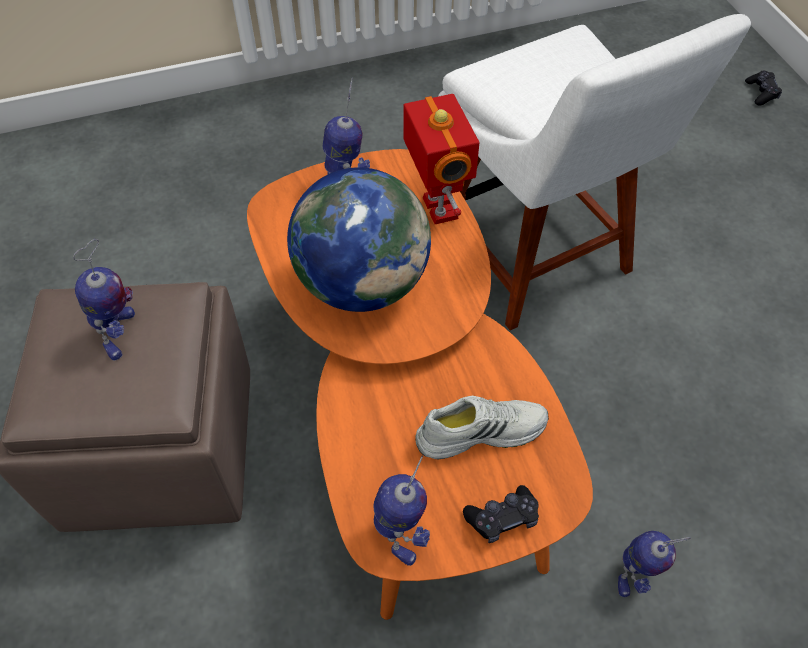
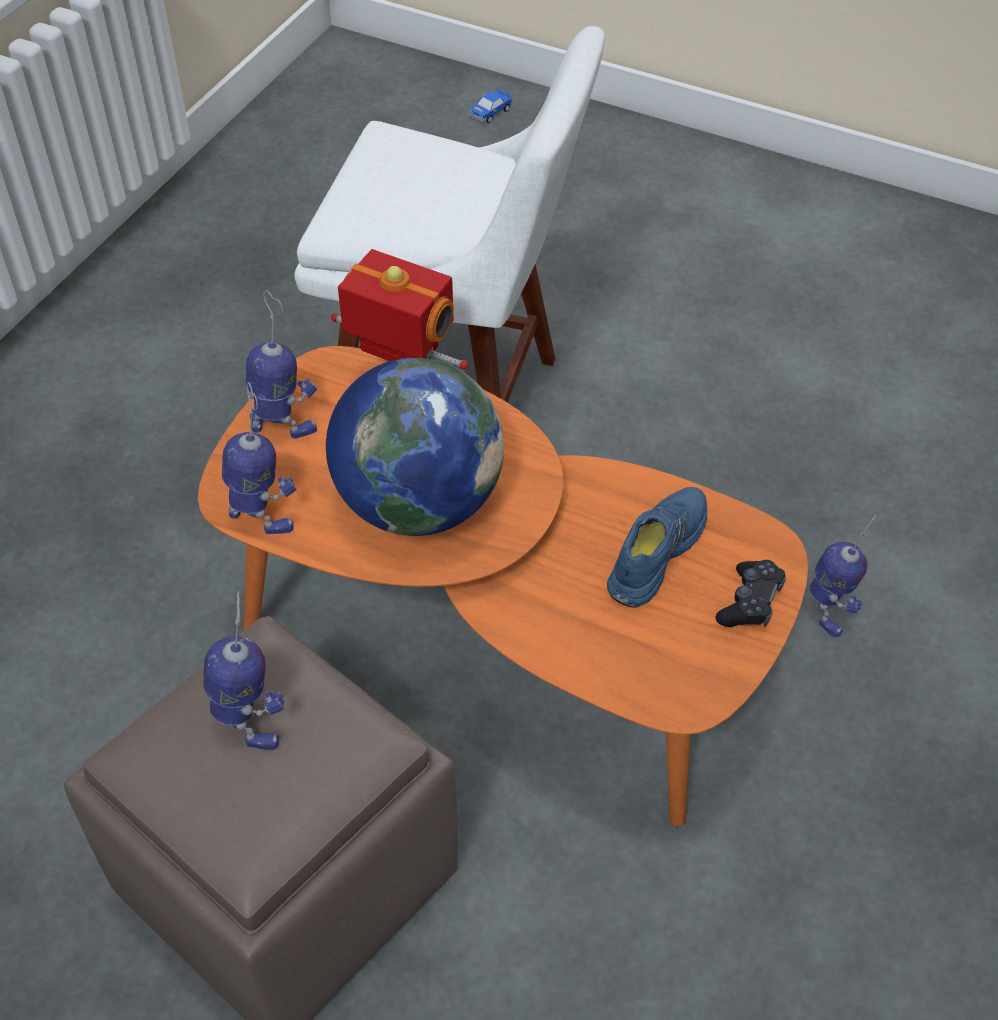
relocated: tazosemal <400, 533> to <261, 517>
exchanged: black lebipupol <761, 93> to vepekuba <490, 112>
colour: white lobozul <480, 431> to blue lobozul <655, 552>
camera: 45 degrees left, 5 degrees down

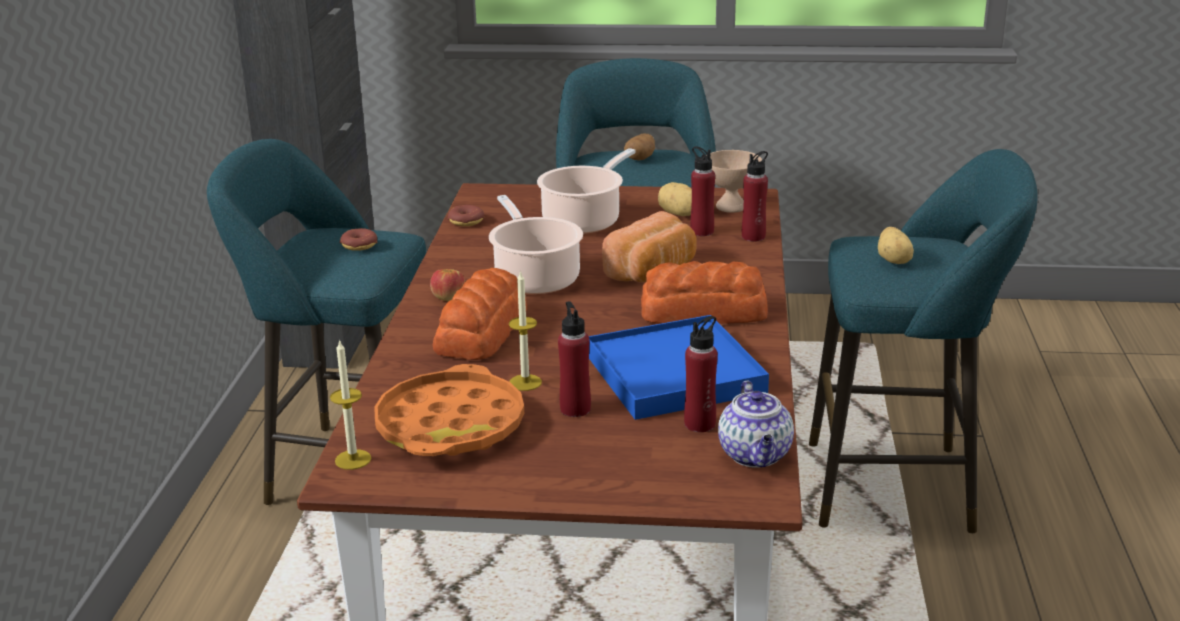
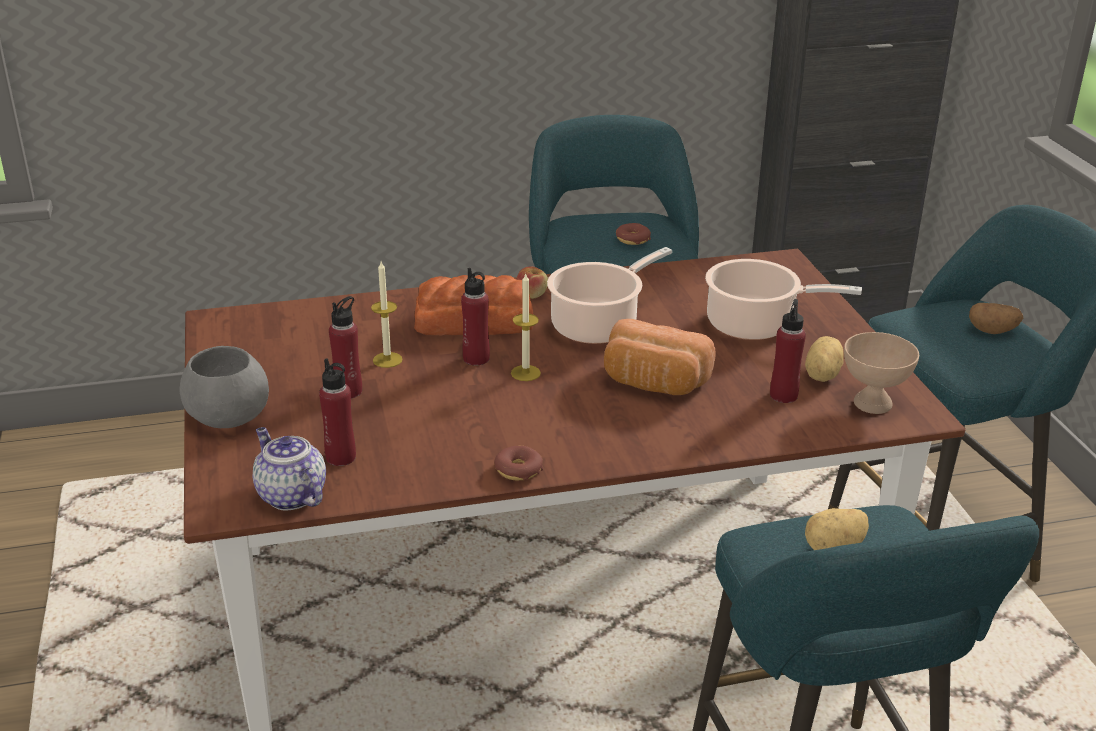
missing: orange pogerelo <451, 425>; blue pogerelo <675, 374>; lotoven <705, 312>
appeared: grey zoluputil <229, 416>
relocated: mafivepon <353, 459> to <525, 373>; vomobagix <466, 221> to <518, 470>; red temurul <753, 236> to <476, 358>
spun: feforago <756, 456> = <290, 495> 75 degrees clockwise
camera: 70 degrees right, 5 degrees up

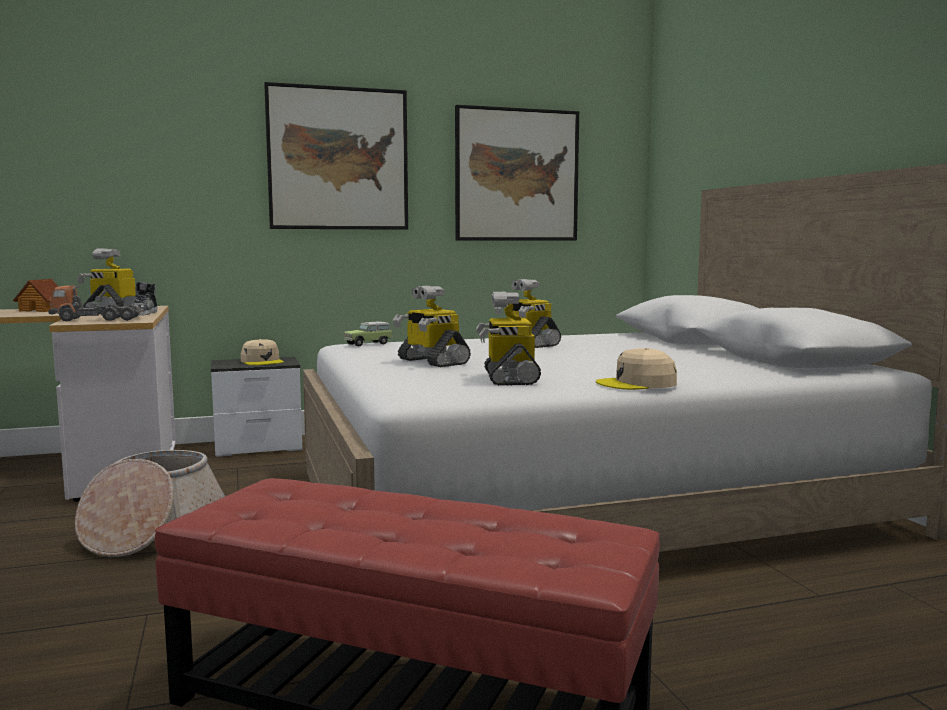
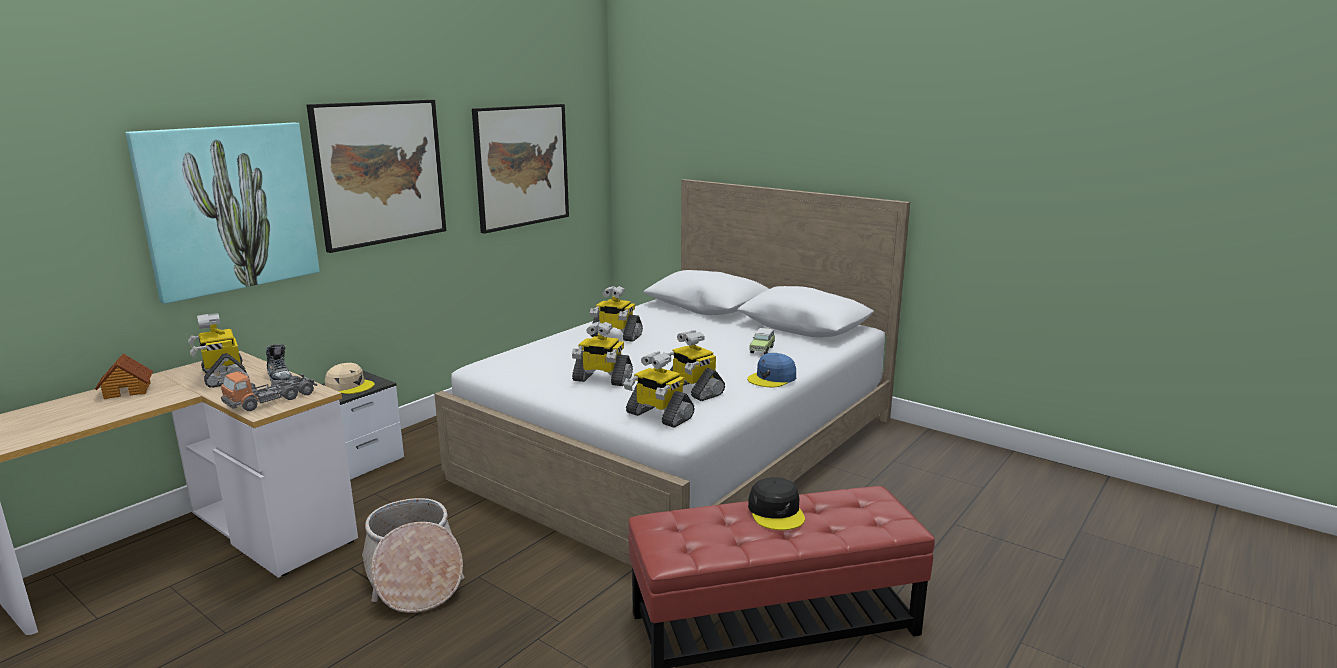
appeared: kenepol <229, 208>; tazosemal <658, 416>; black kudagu <776, 512>
relocated: vepekuba <369, 344> to <762, 349>
colour: beige kudagu <637, 383> to blue kudagu <772, 378>
camera: 35 degrees left, 10 degrees up

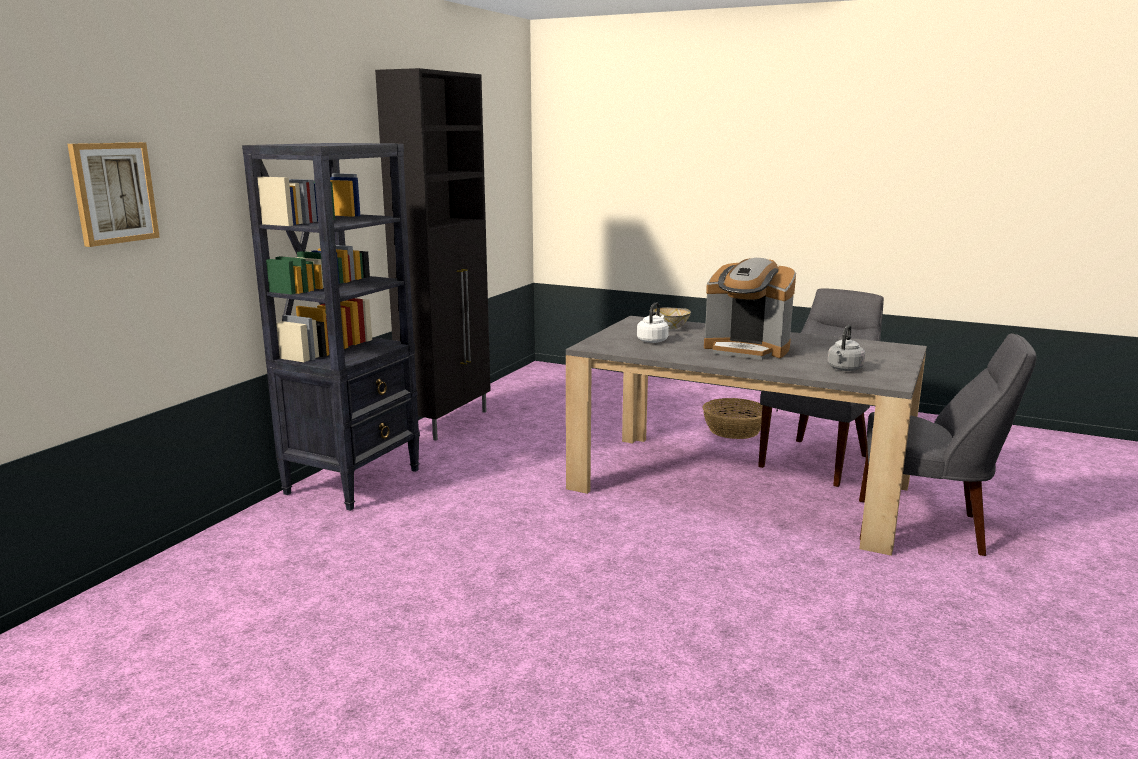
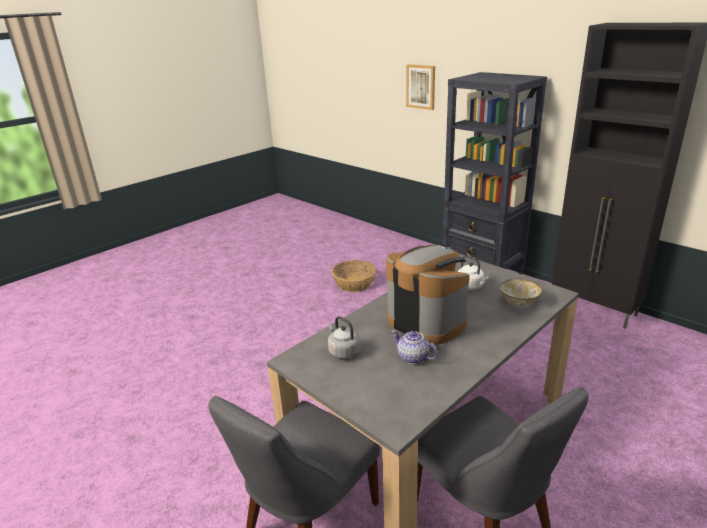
appeared: feforago <413, 358>
relocated: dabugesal <733, 430> to <354, 284>
spun: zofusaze <747, 349> = <426, 322> 90 degrees clockwise
camera: 110 degrees right, 10 degrees up

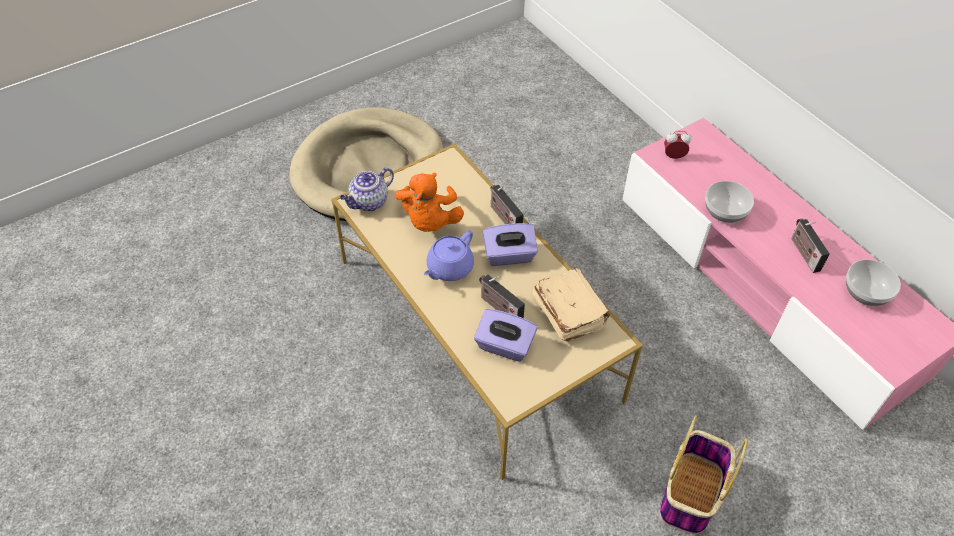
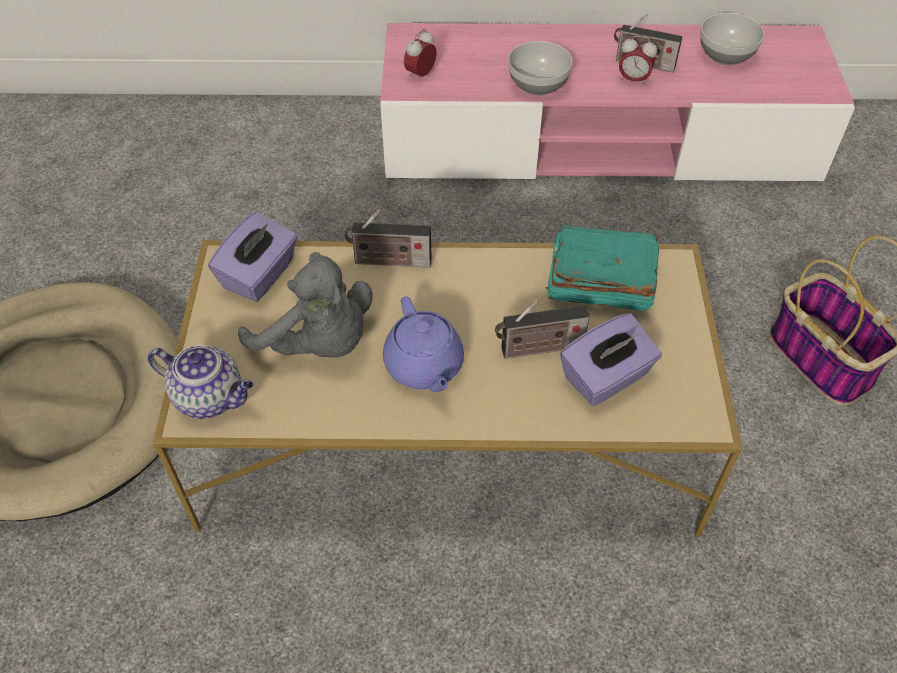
appeared: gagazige <633, 80>
relocated: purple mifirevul <509, 255> to <260, 275>
colour: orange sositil <429, 221> to grey sositil <318, 344>; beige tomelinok <569, 312> to turquoise tomelinok <598, 282>
spun: feforago <369, 202> = <211, 397> 60 degrees counterclockwise
camera: 55 degrees left, 0 degrees up

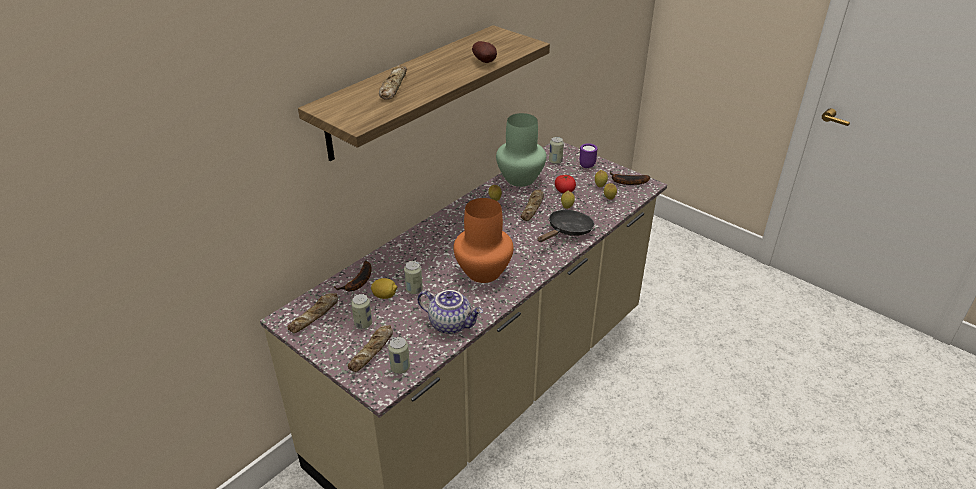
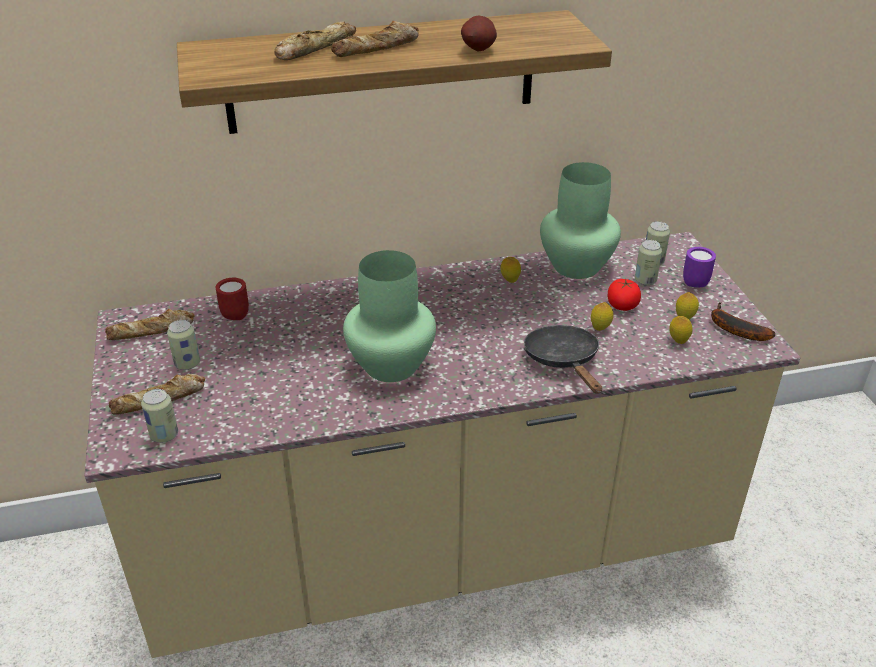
missing: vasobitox <385, 296>; feforago <451, 324>
relocated: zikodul <414, 290> to <645, 280>; lotoven <533, 208> to <377, 48>
exchanged: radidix <358, 282> to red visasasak <237, 313>
colour: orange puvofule <483, 271> to green puvofule <391, 364>
spun: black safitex <567, 231> = <564, 361> 90 degrees counterclockwise
camera: 35 degrees right, 0 degrees up

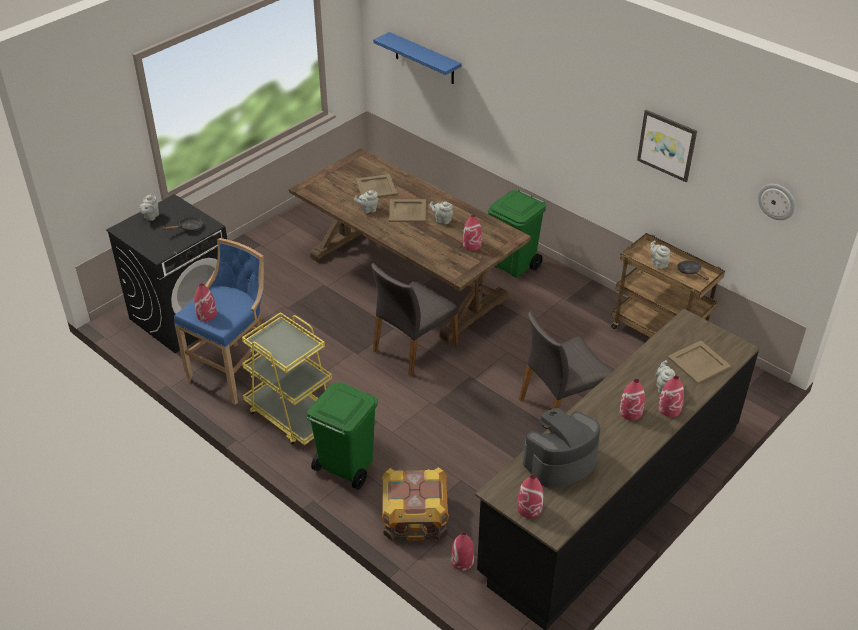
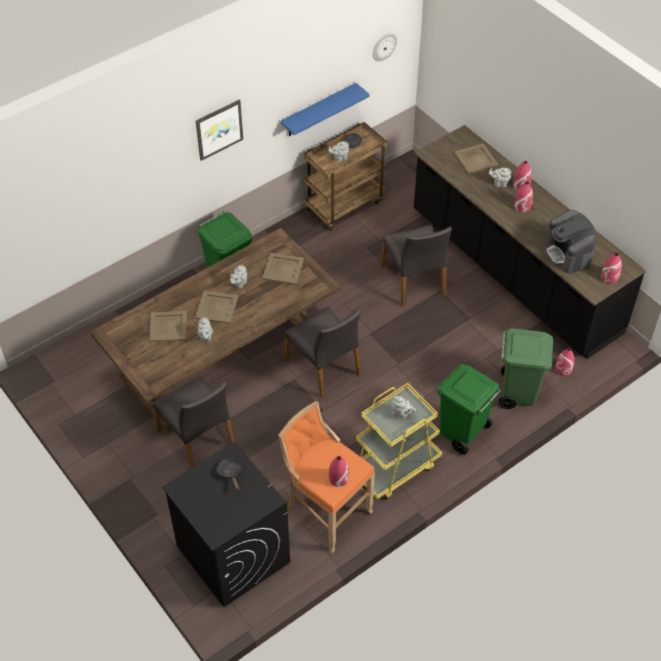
appeared: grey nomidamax <198, 438>
relocated: grey feforago <150, 217> to <401, 414>; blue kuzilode <424, 59> to <318, 111>; kenepol <667, 145> to <219, 129>
exchanged: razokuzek <415, 515> to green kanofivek <517, 392>; red puvofule <472, 245> to beige pogerelo <283, 268>
colour: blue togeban <234, 370> to orange togeban <325, 510>
camera: 80 degrees left, 10 degrees up

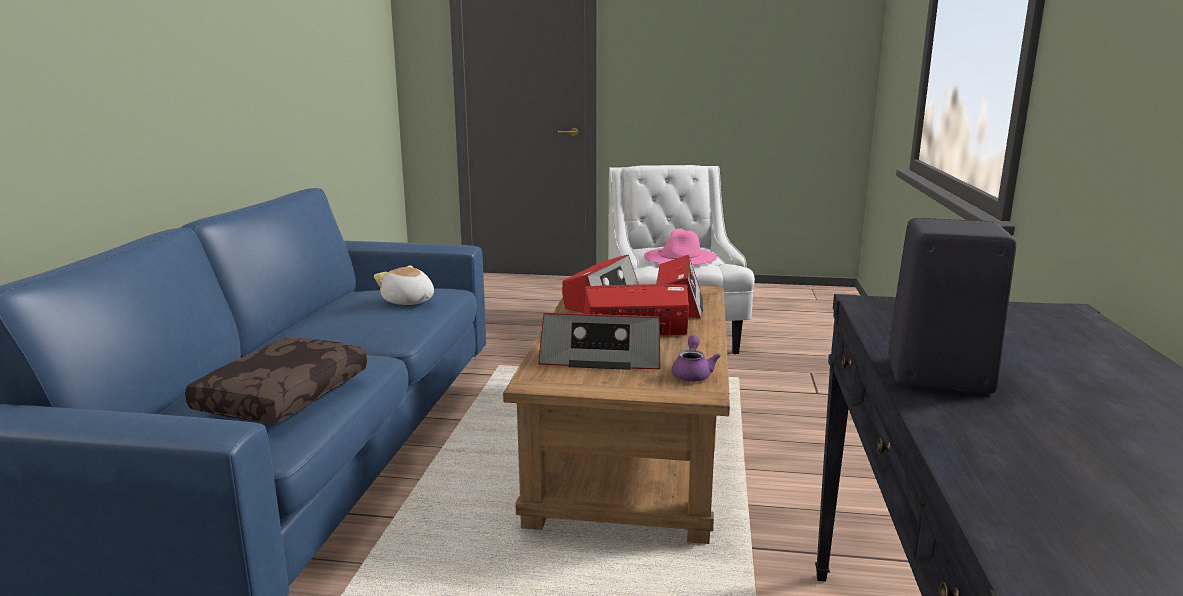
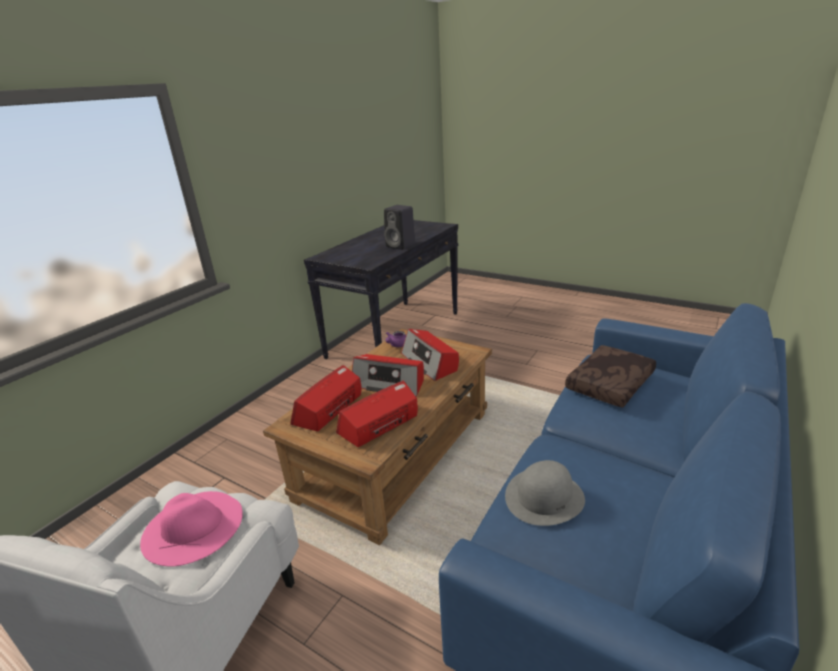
exchanged: sositil <408, 302> to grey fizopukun <544, 497>
spun: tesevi <601, 357> = <430, 362> 150 degrees counterclockwise
camera: 155 degrees left, 10 degrees up

